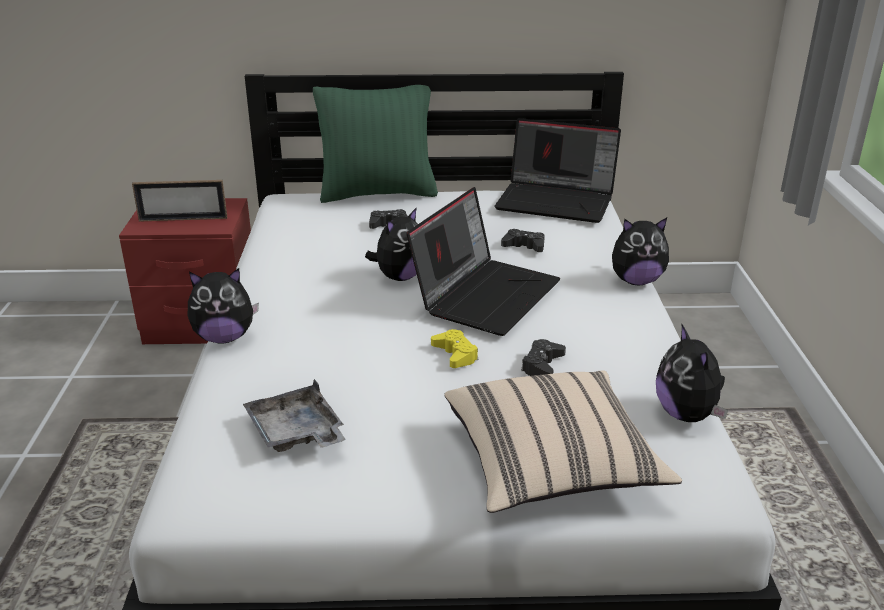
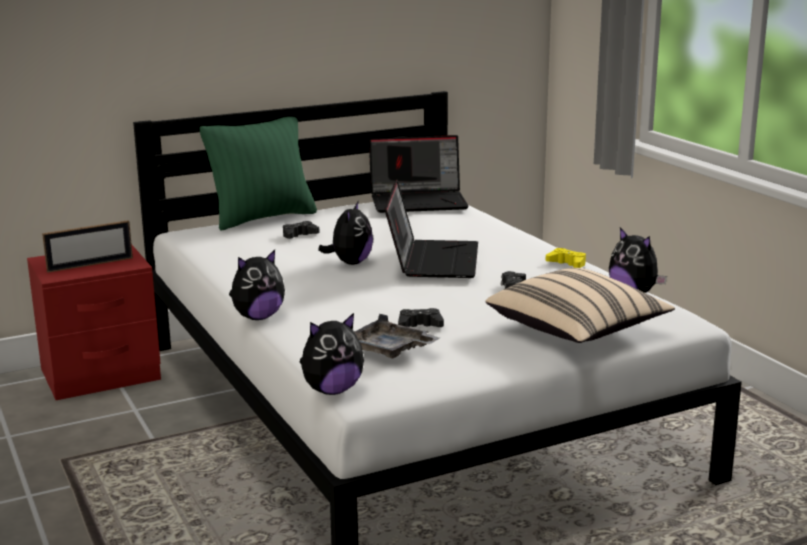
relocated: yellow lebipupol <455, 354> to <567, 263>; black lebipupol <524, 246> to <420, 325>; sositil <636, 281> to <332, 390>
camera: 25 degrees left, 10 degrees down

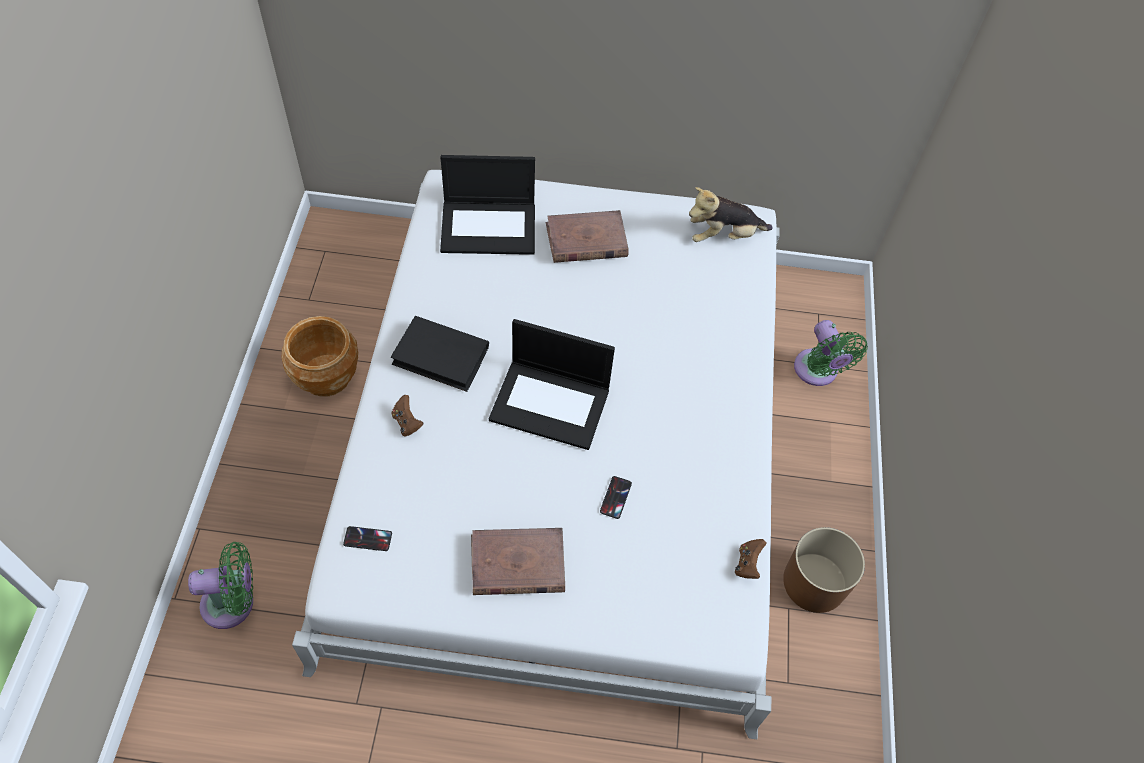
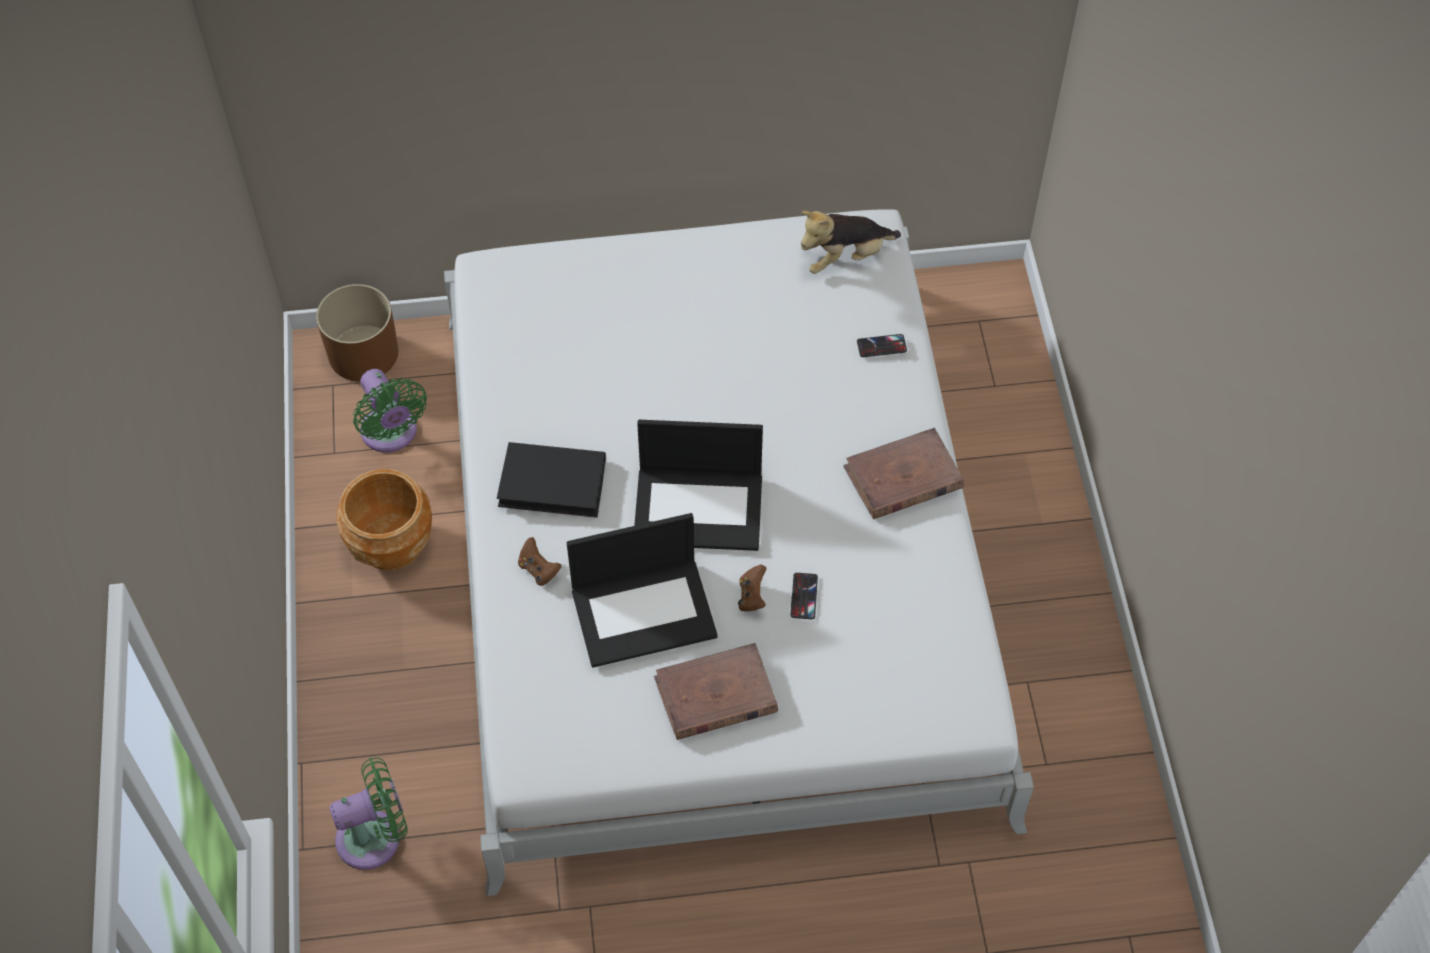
relocated: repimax <367, 539> to <881, 346>; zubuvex <489, 227> to <645, 611>; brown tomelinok <586, 240> to <902, 478>; brown lebipupol <747, 564> to <752, 596>; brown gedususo <815, 582> to <364, 353>; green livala <817, 372> to <391, 434>
camera: 10 degrees left, 0 degrees up

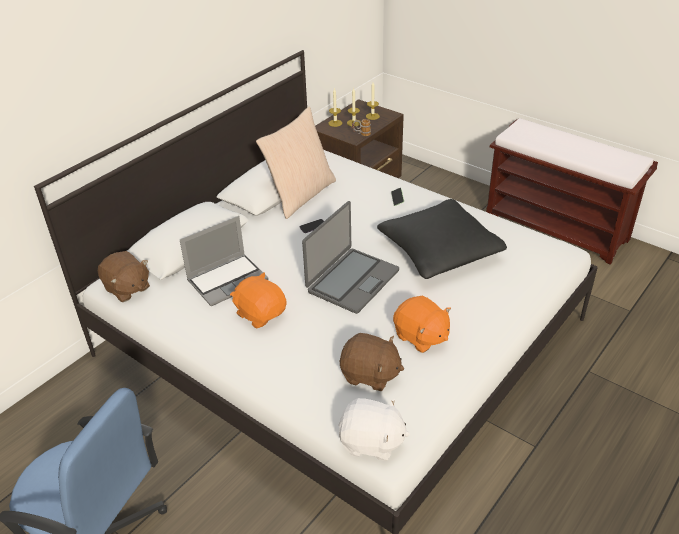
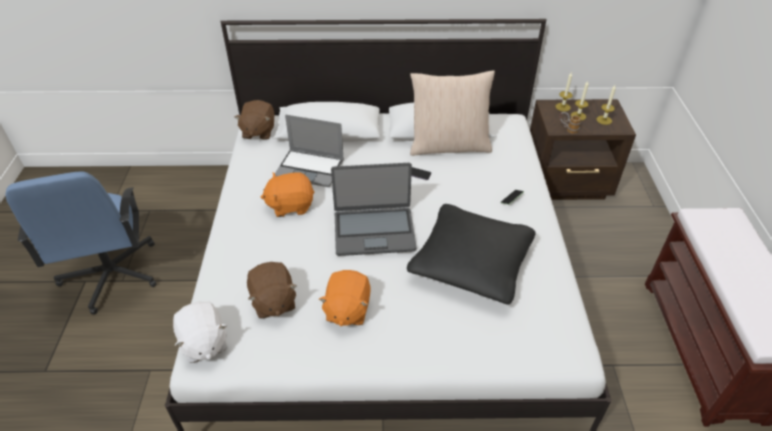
spun: orange sositil <261, 314> = <290, 205> 105 degrees counterclockwise
camera: 50 degrees right, 5 degrees up

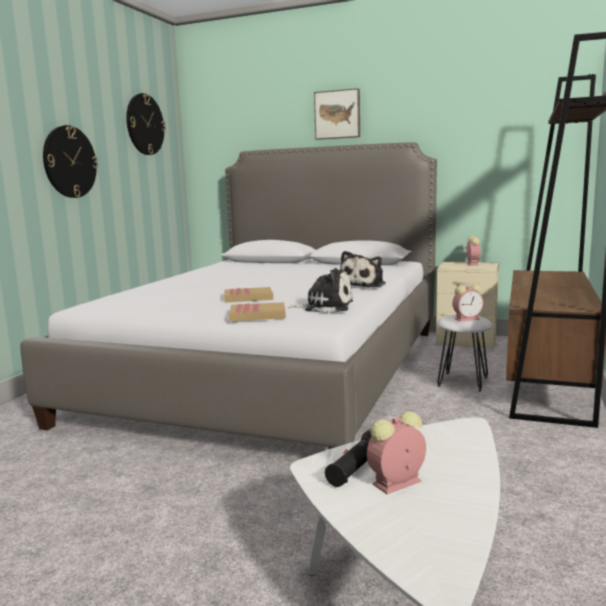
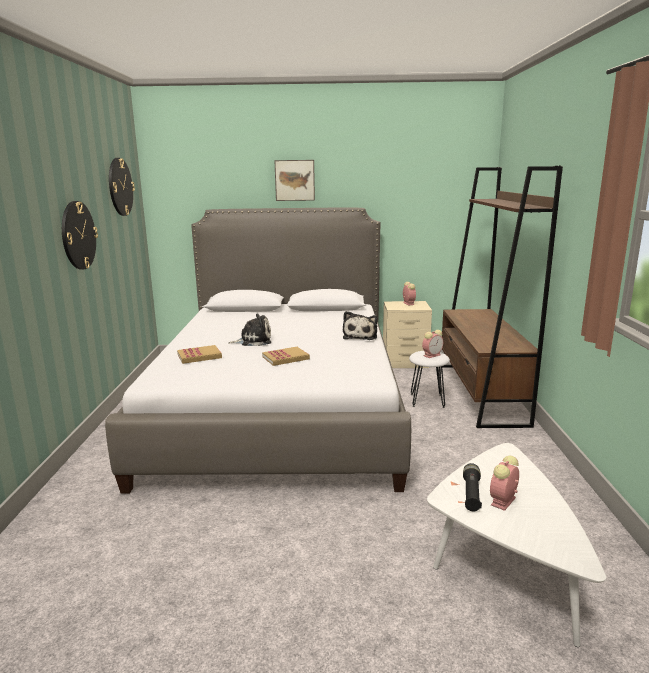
relocated: tomelinok <257, 315> to <199, 356>; sositil <325, 307> to <253, 341>
camera: 20 degrees left, 5 degrees up

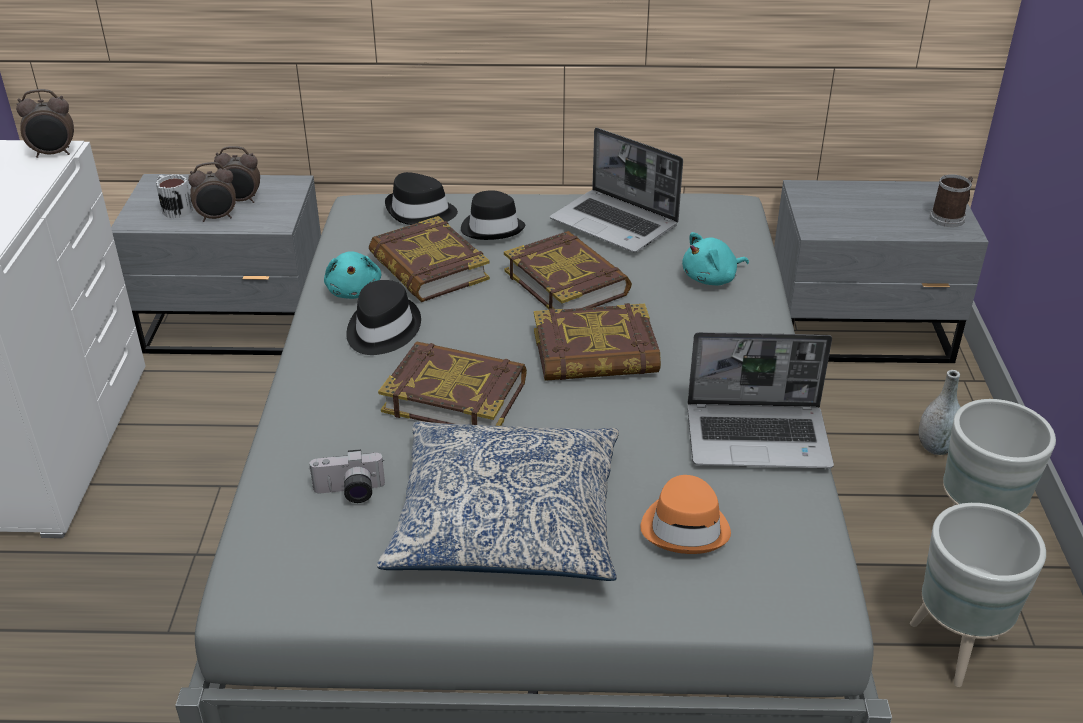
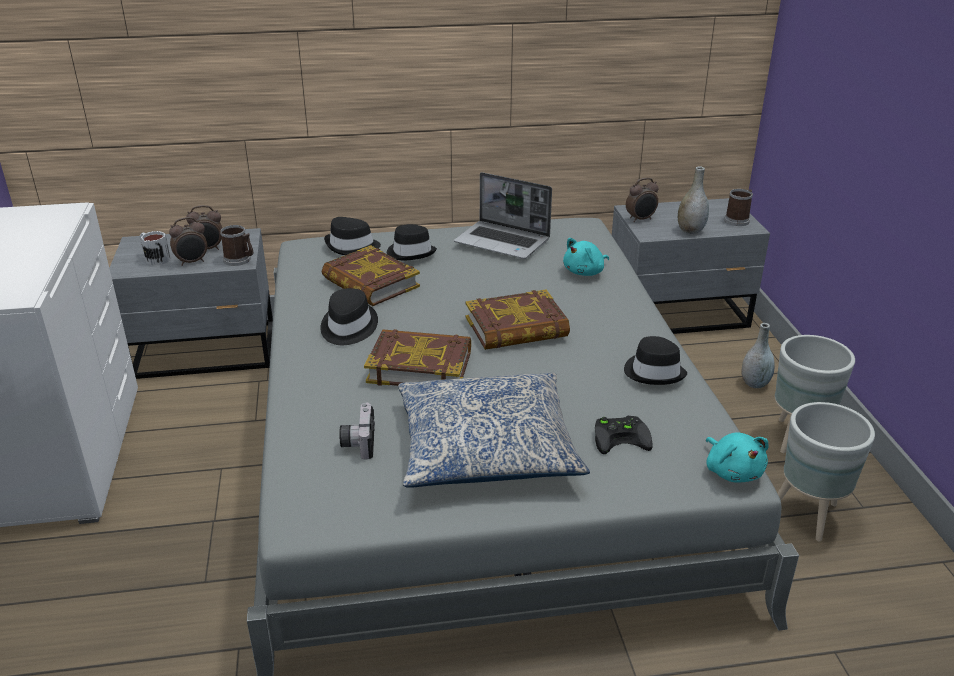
missing: tomelinok <567, 282>
appeared: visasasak <240, 260>; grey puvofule <690, 231>
relocated: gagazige <54, 154> to <640, 219>; turquoise sositil <354, 291> to <732, 471>
exchanged: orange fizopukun <686, 527> to black lebipupol <622, 437>; zubuvex <759, 437> to black fizopukun <654, 372>
spun: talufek <349, 493> = <358, 441> 105 degrees clockwise
camera: 10 degrees left, 5 degrees down

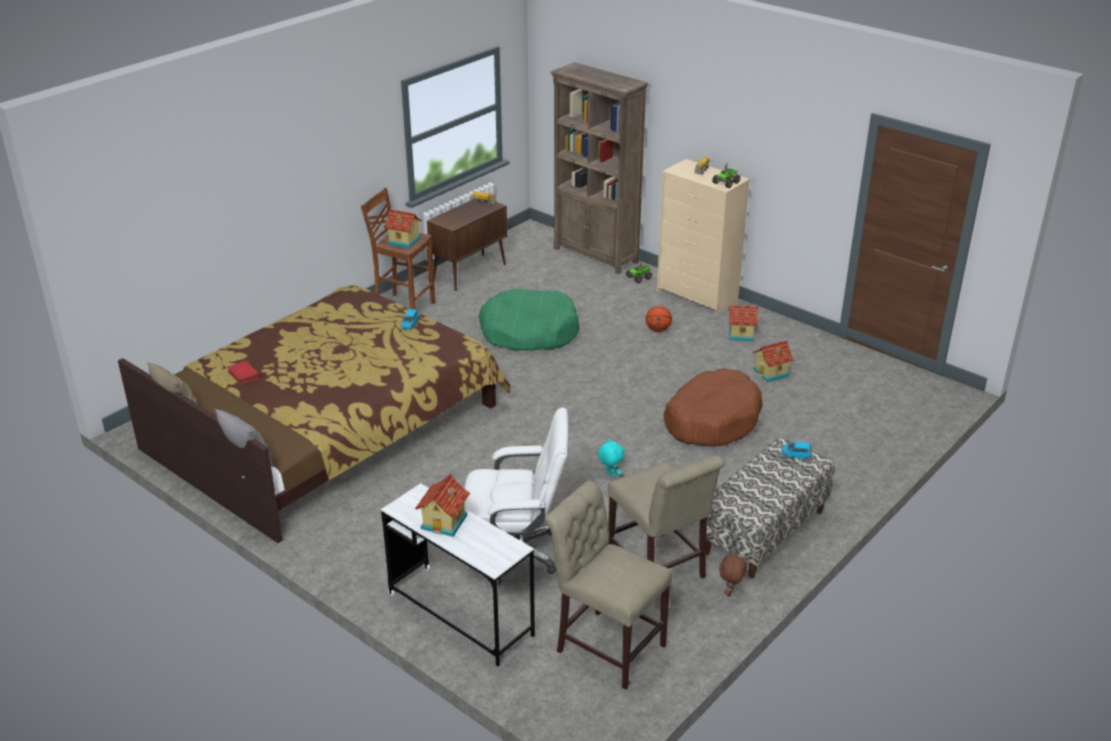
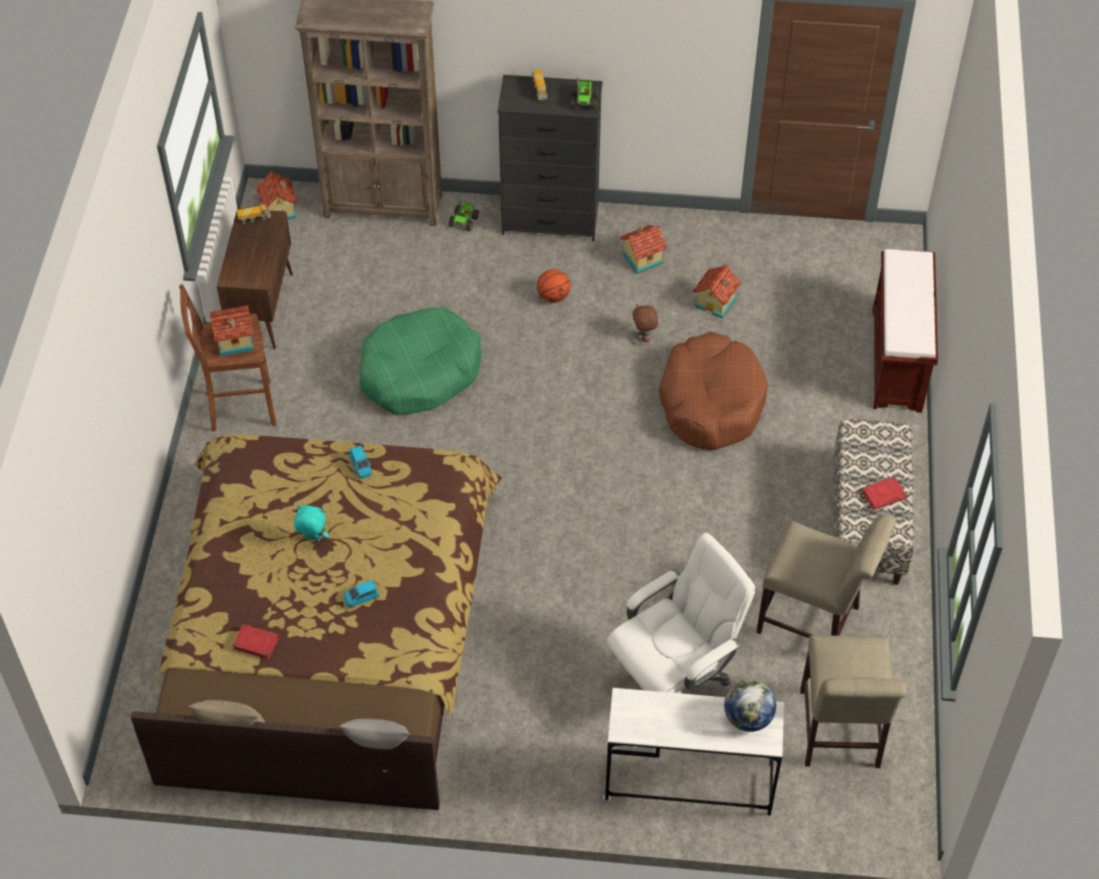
appeared: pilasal <747, 718>; red tomelinok <884, 495>; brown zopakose <897, 360>
relocated: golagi <445, 522> to <279, 210>; turquoise sositil <610, 475> to <312, 539>; brown sositil <730, 592> to <644, 337>; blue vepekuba <796, 455> to <361, 597>
colour: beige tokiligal <697, 296> to black tokiligal <551, 220>
spun: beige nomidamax <606, 645> = <839, 734> 90 degrees counterclockwise
camera: 35 degrees left, 20 degrees up

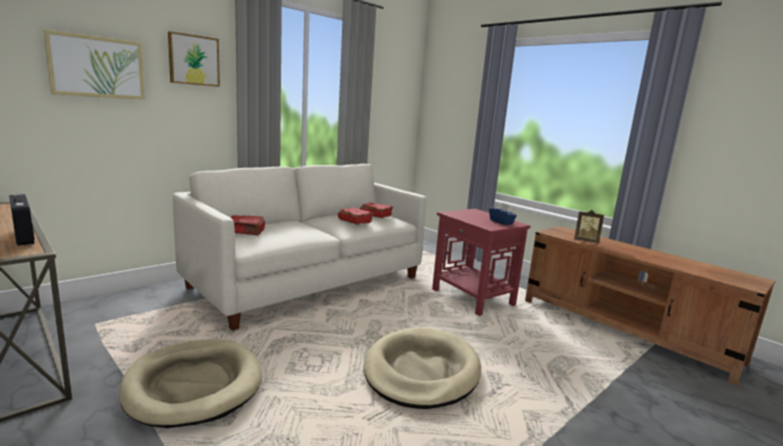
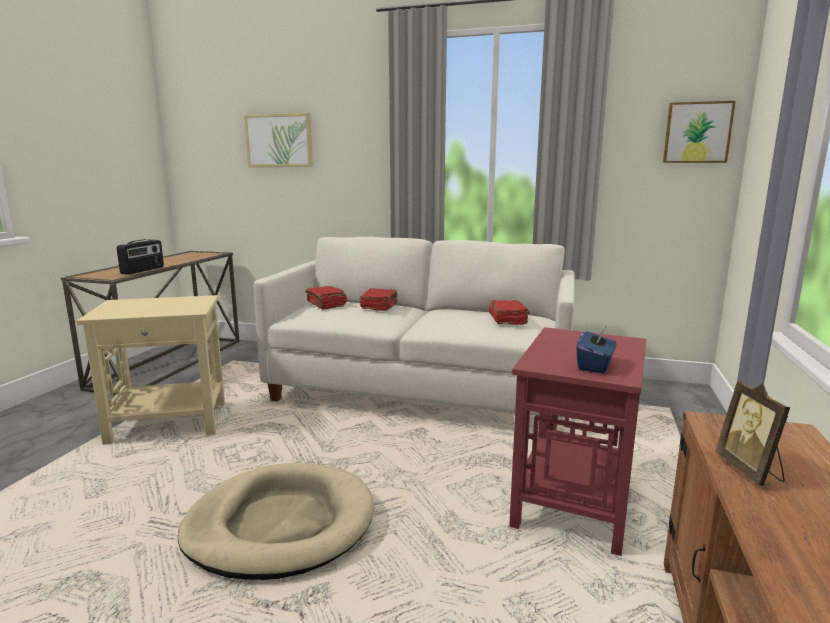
relocated: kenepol <193, 60> to <697, 133>; red tomelinok <354, 221> to <379, 307>
exchanged: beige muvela <194, 385> to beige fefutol <168, 423>
camera: 60 degrees right, 0 degrees up

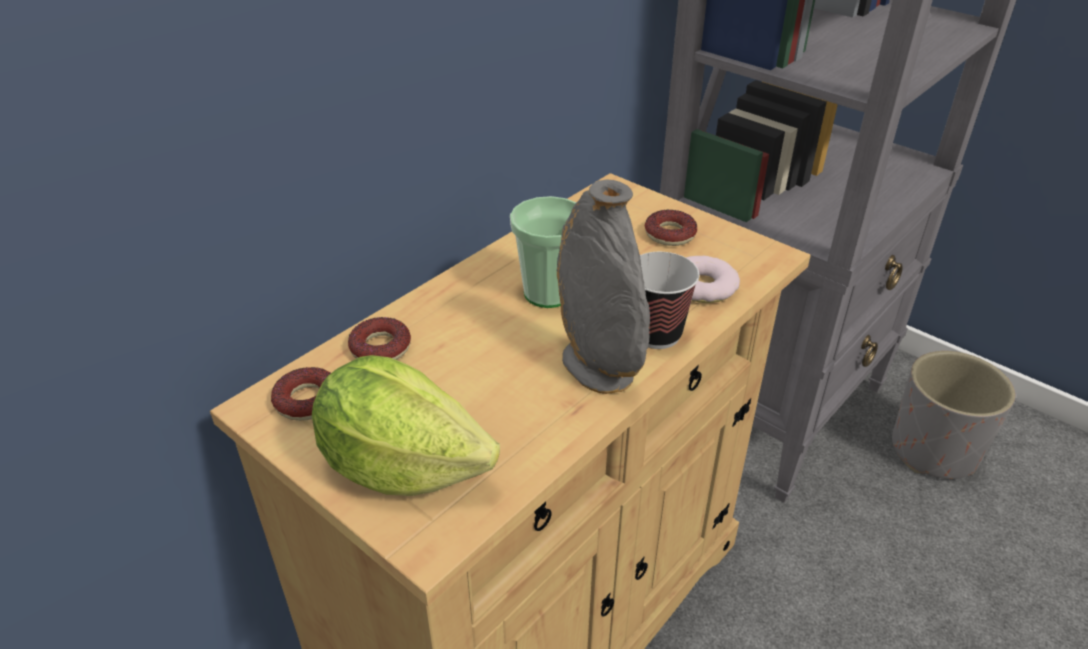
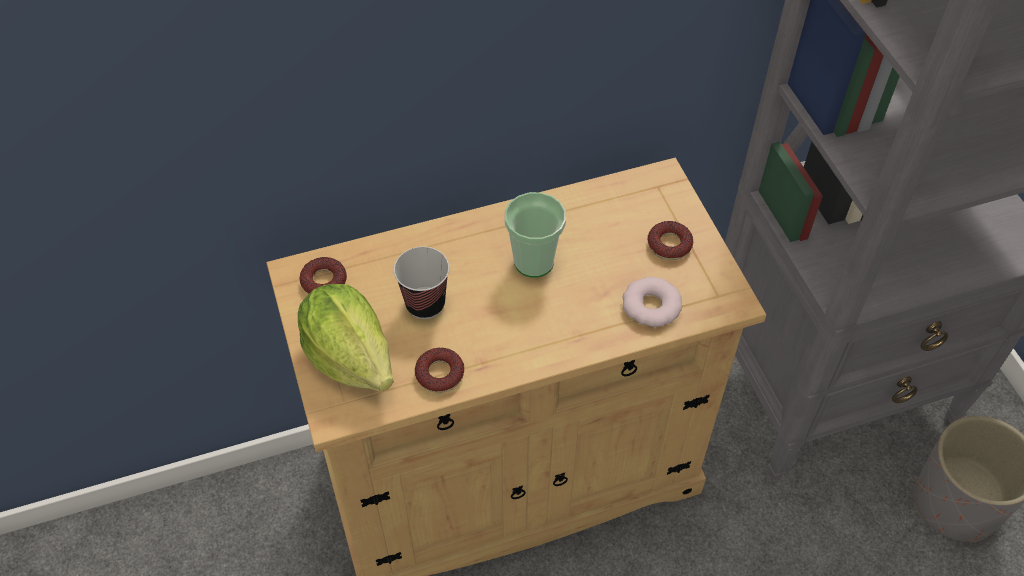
missing: grey puvofule <597, 369>
relocated: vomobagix <381, 347> to <440, 374>; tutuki <656, 334> to <425, 304>
camera: 30 degrees right, 15 degrees up

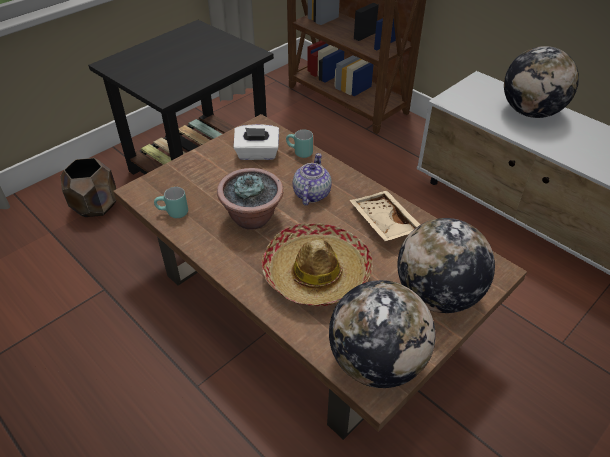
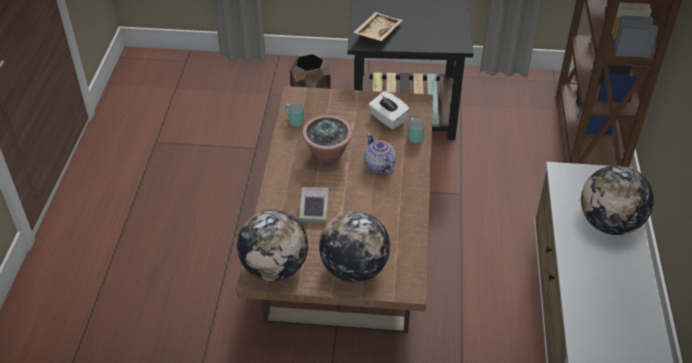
relocated: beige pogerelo <383, 223> to <377, 32>
exchanged: fizopukun <317, 273> to tomelinok <313, 207>
spun: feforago <311, 194> = <379, 166> 90 degrees counterclockwise
camera: 50 degrees right, 0 degrees up

